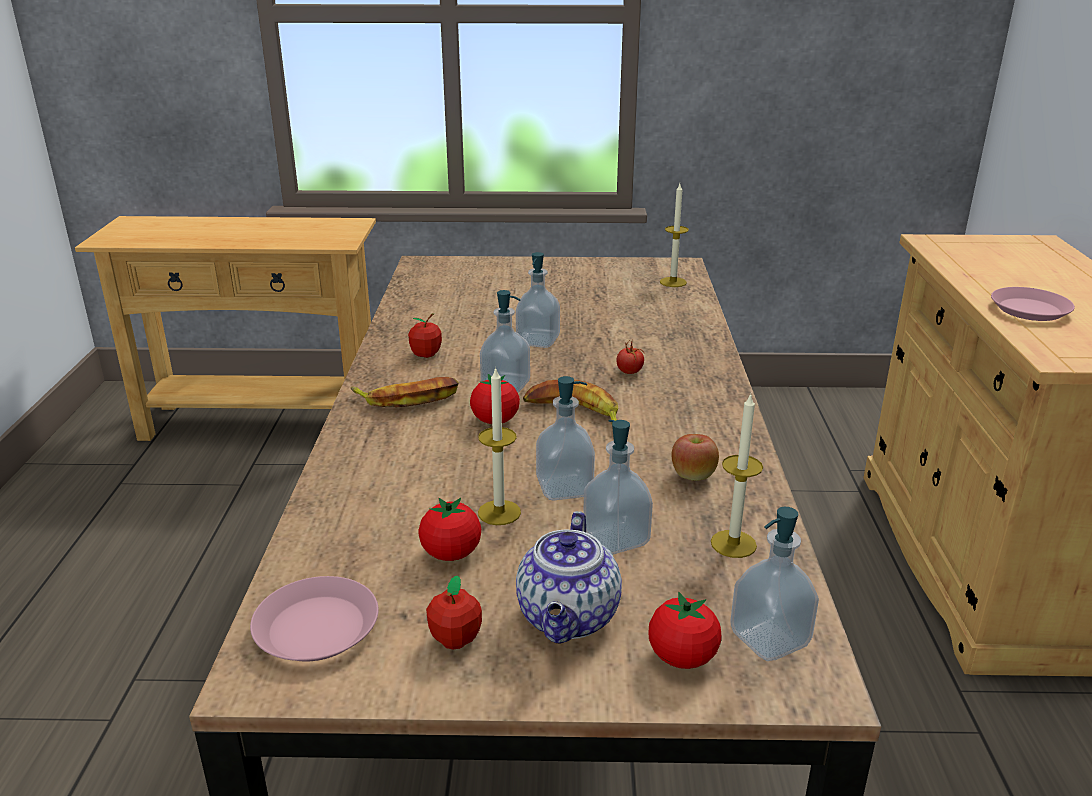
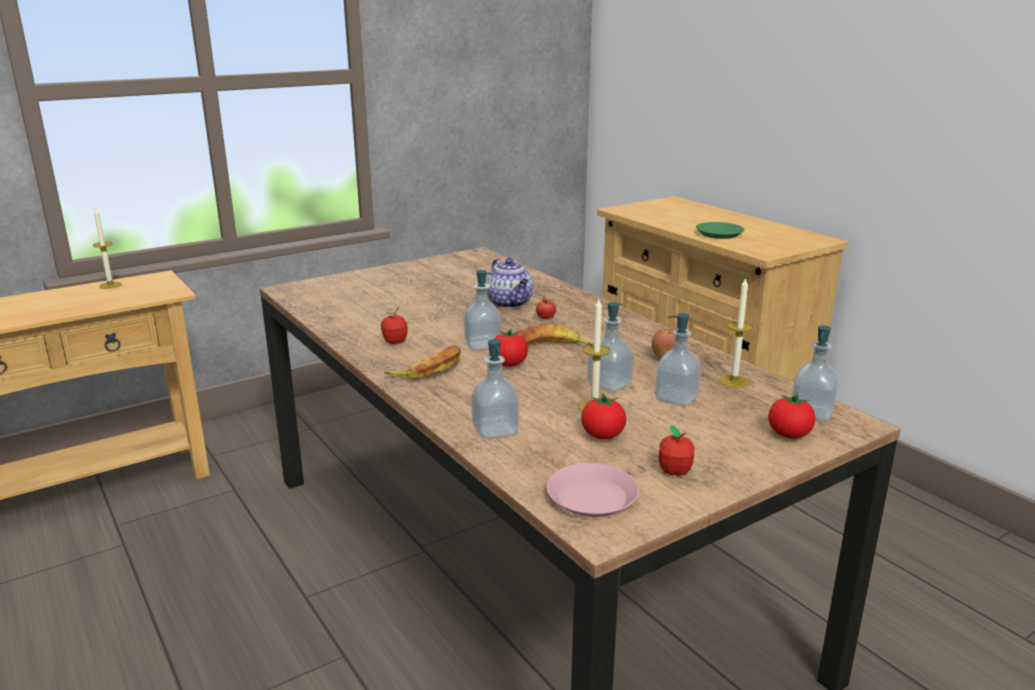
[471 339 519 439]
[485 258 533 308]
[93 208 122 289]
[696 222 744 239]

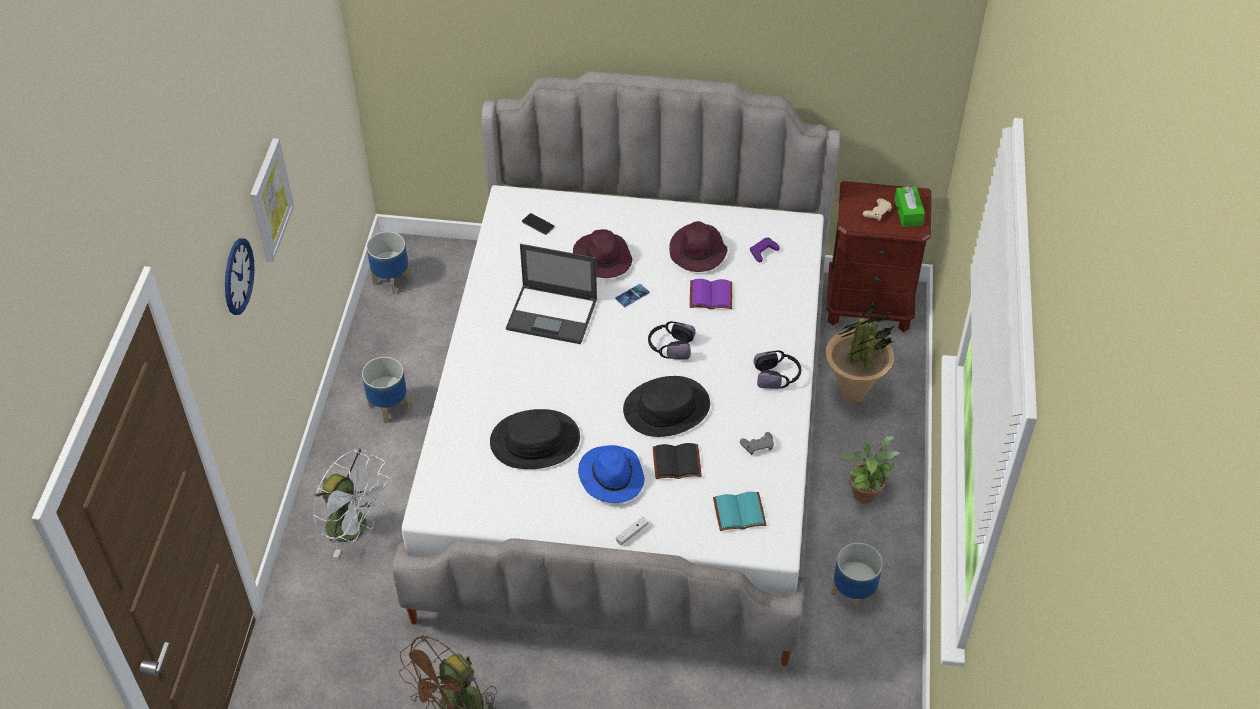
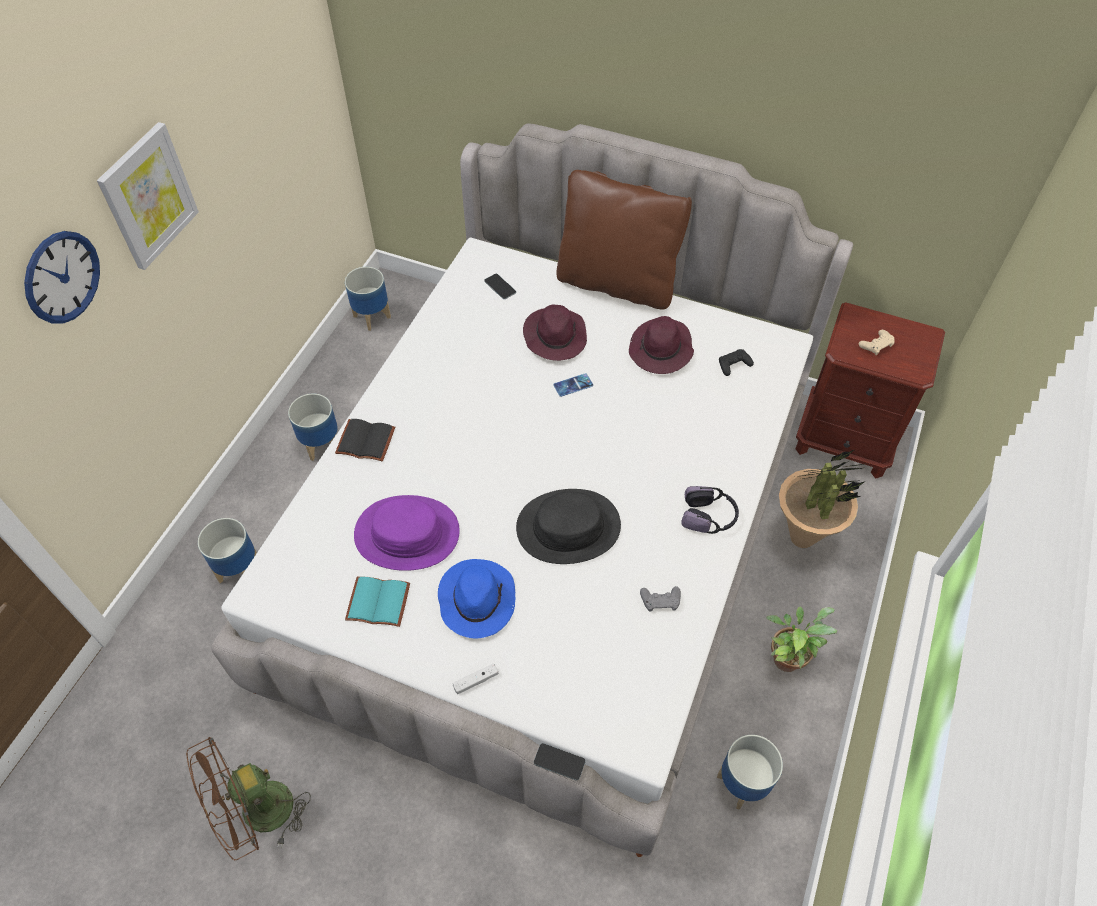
[506 244 597 344] (first image)
[648 321 695 360] (first image)
[690 279 732 309] (first image)
[894 186 925 227] (first image)
[534 743 585 780]
[556 170 692 309]
[335 419 395 462]
[345 576 410 627]
[198 518 257 583]
[354 495 460 571]
[719 349 754 376]

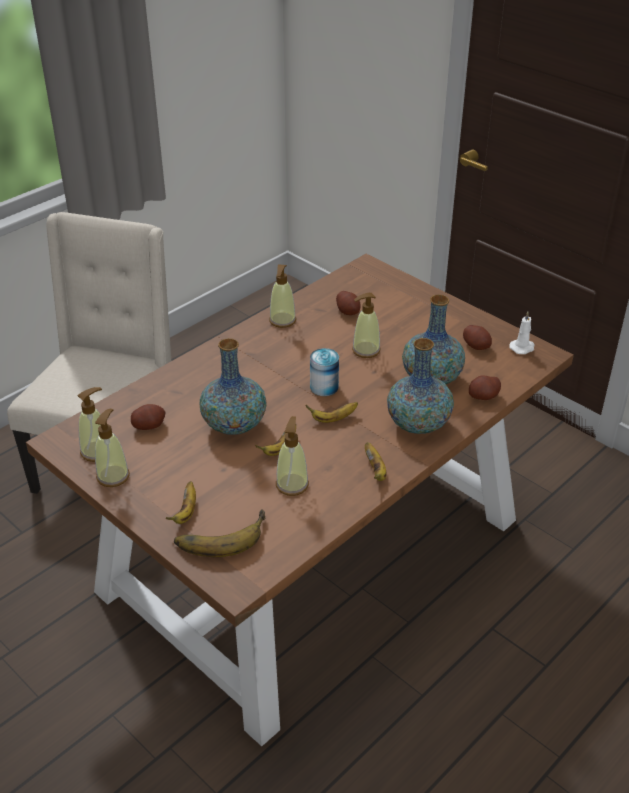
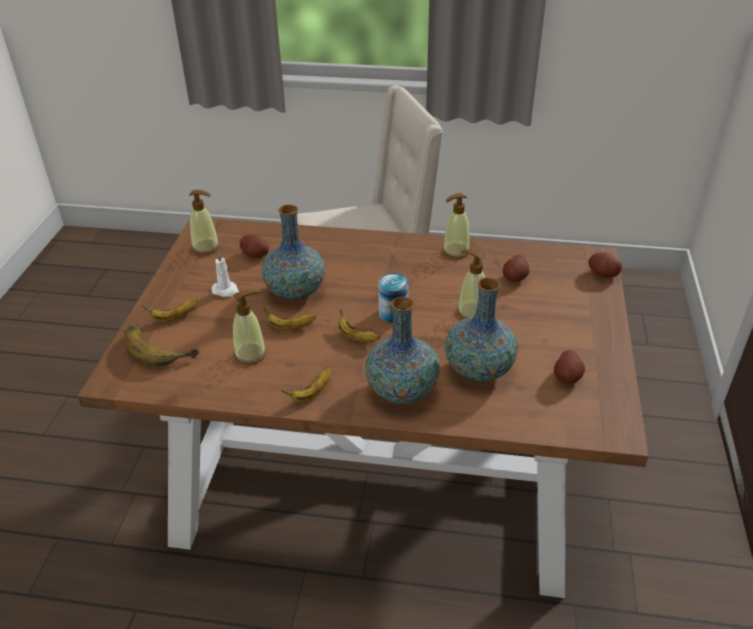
[95 409 130 487] (first image)
[588 252 622 278]
[212 252 239 297]

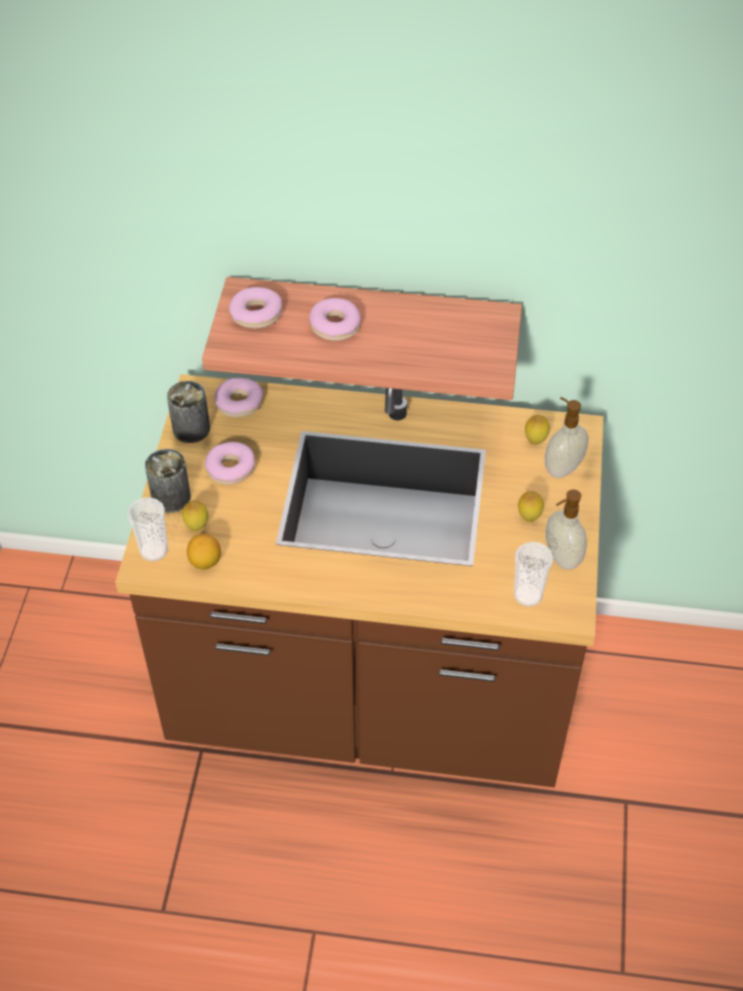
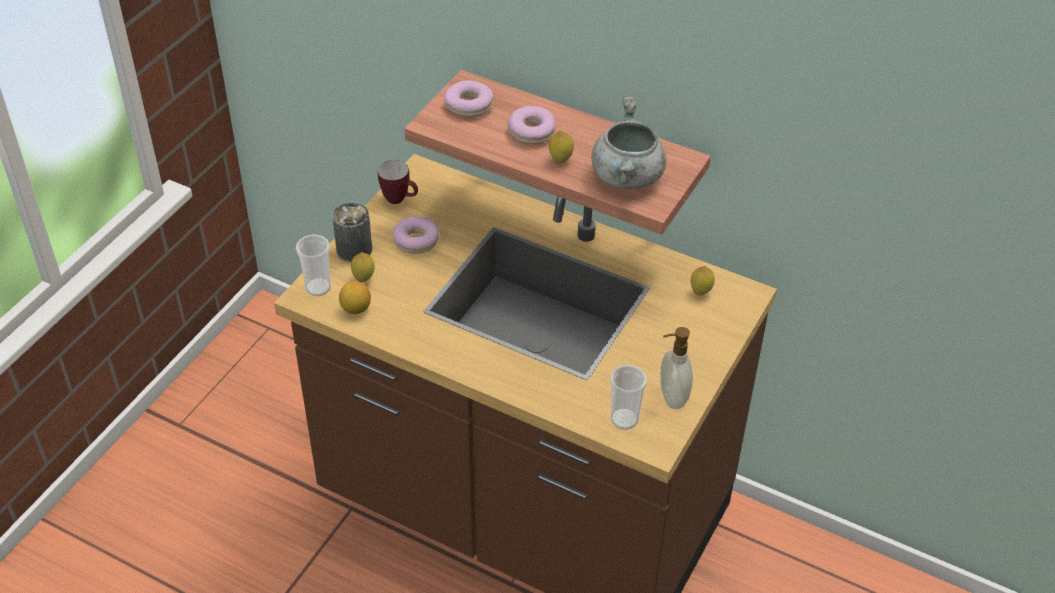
[214 378 263 418] (first image)
[545 397 589 478] (first image)
[591 96 667 189]
[549 131 574 163]
[378 160 418 204]

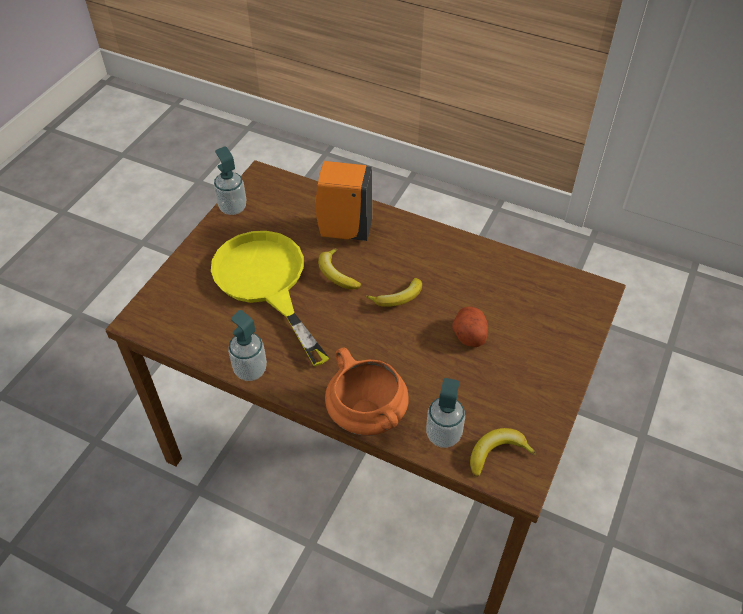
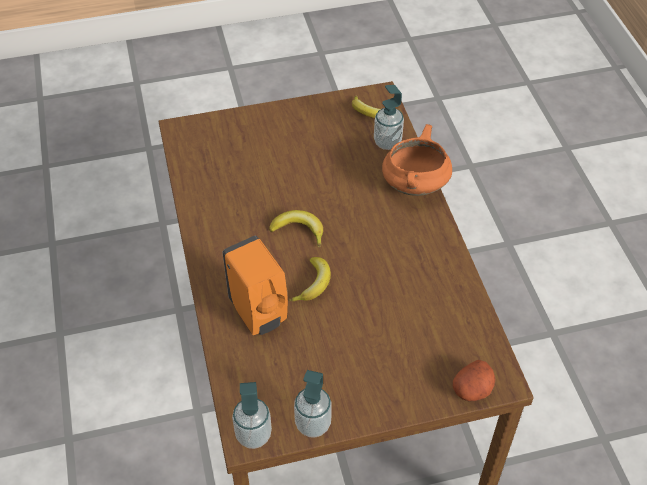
[211 231 329 366] (first image)
[232 382 272 449]
[453 360 495 401]

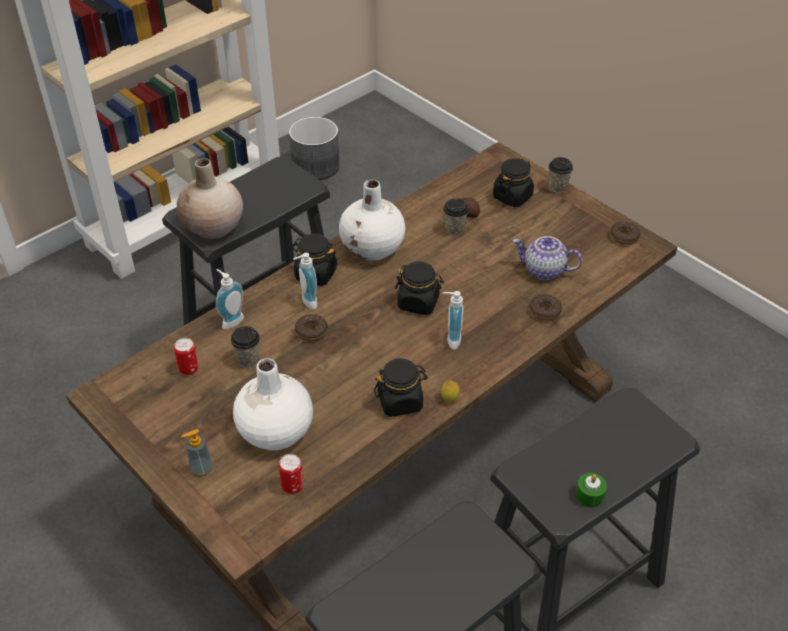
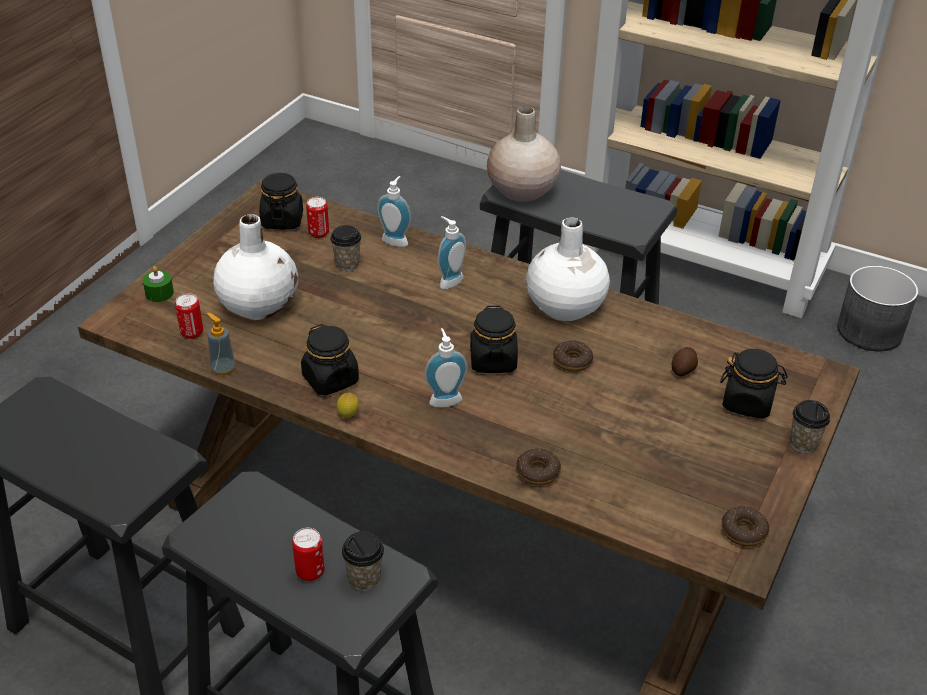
[513 236 582 280] (first image)
[292 528 324 581]
[207 312 235 375]
[259 173 303 229]
[553 341 593 372]
[342 531 384 591]
[142 266 174 302]

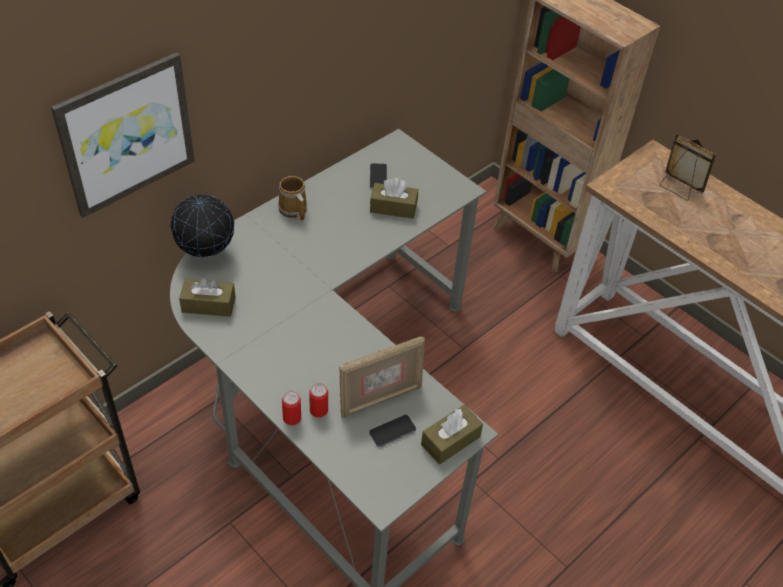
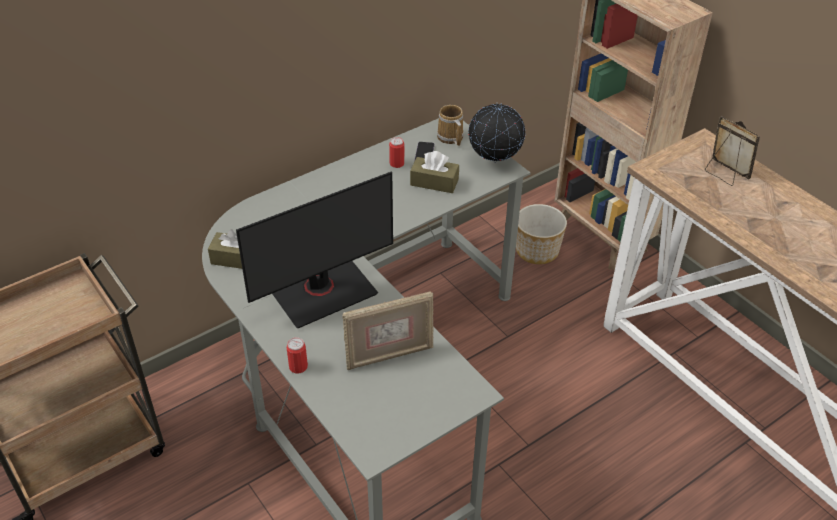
[51 52 195 218] (first image)
[369 415 416 447] (first image)
[421 405 483 464] (first image)
[236 172 393 328]
[516 204 567 264]
[468 102 525 163]
[437 105 464 146]
[389 137 404 168]

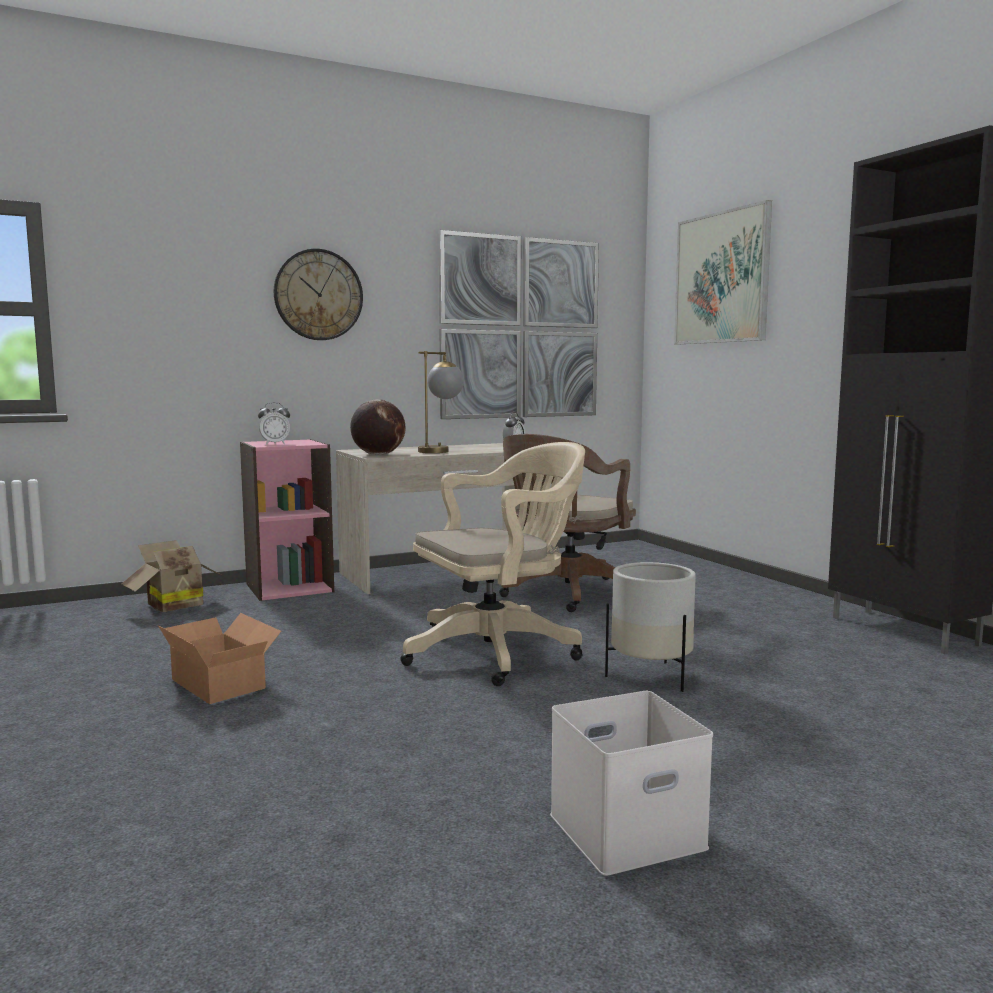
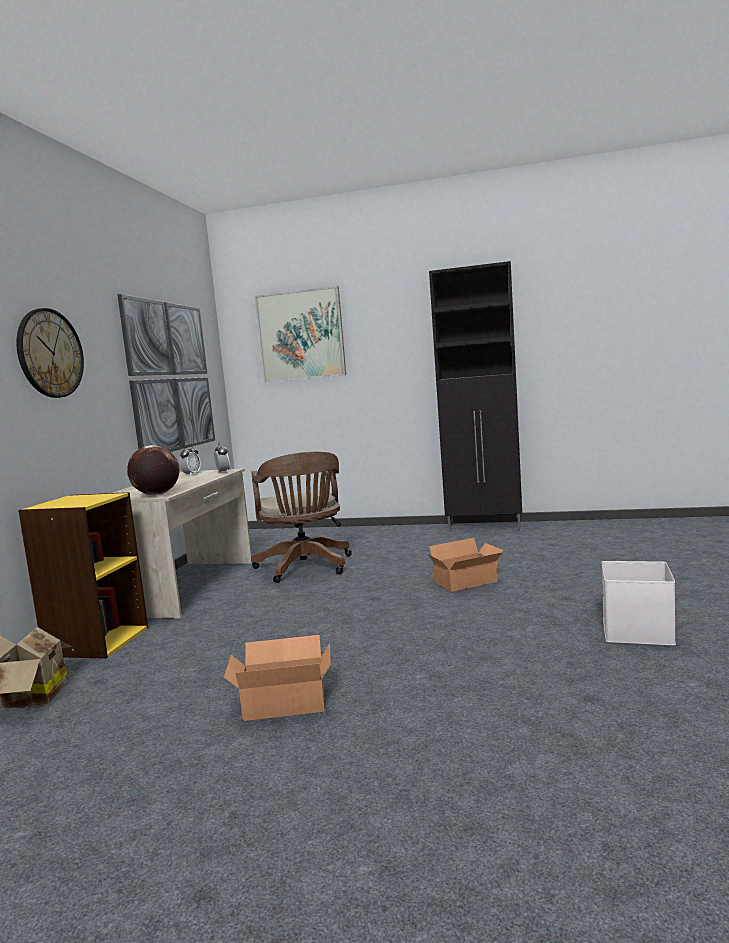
[400 442 585 686] (first image)
[418 351 464 453] (first image)
[179 445 201 476]
[427 538 503 592]
[18 492 148 659]

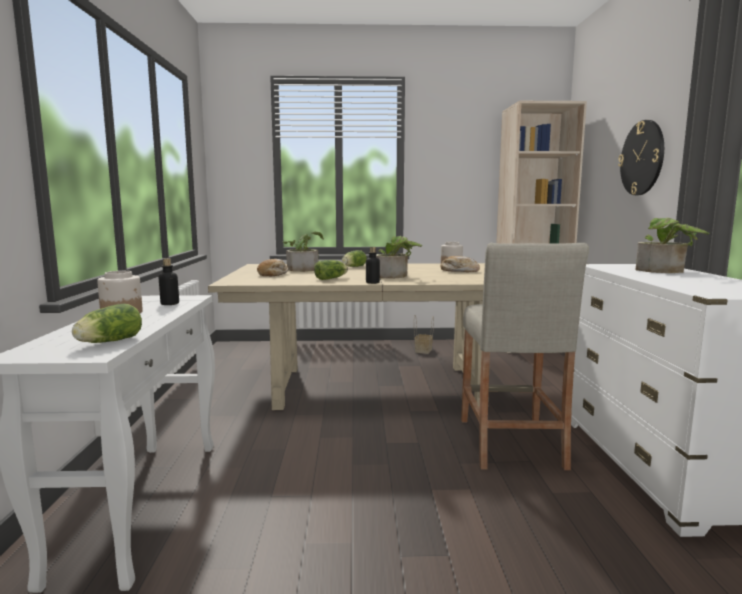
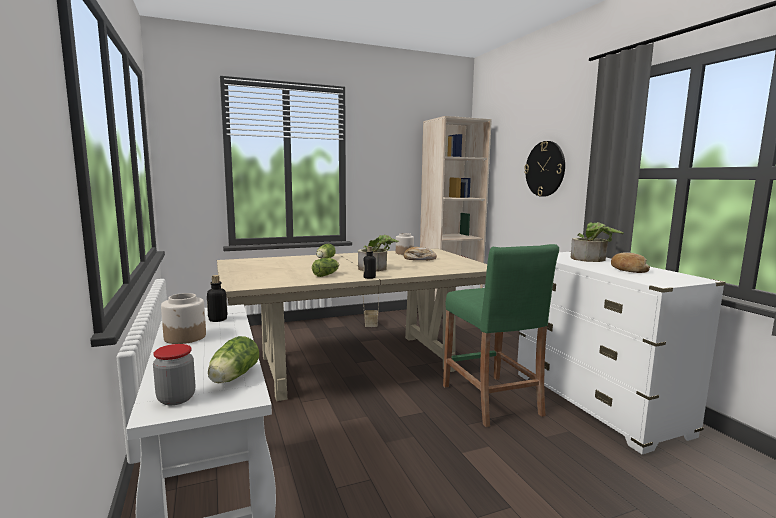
[283 232 324 272] (first image)
[153 344 195 405]
[611 252 650 273]
[443 244 559 427]

